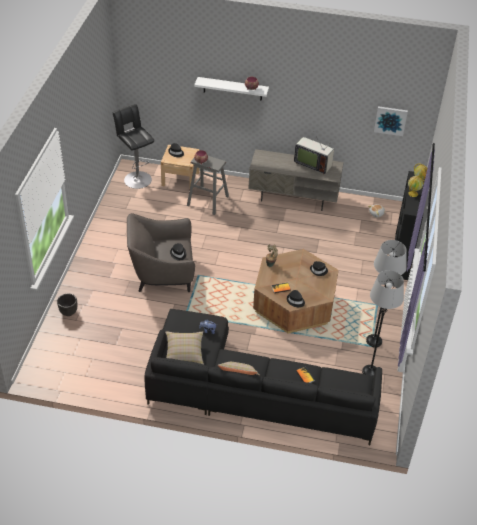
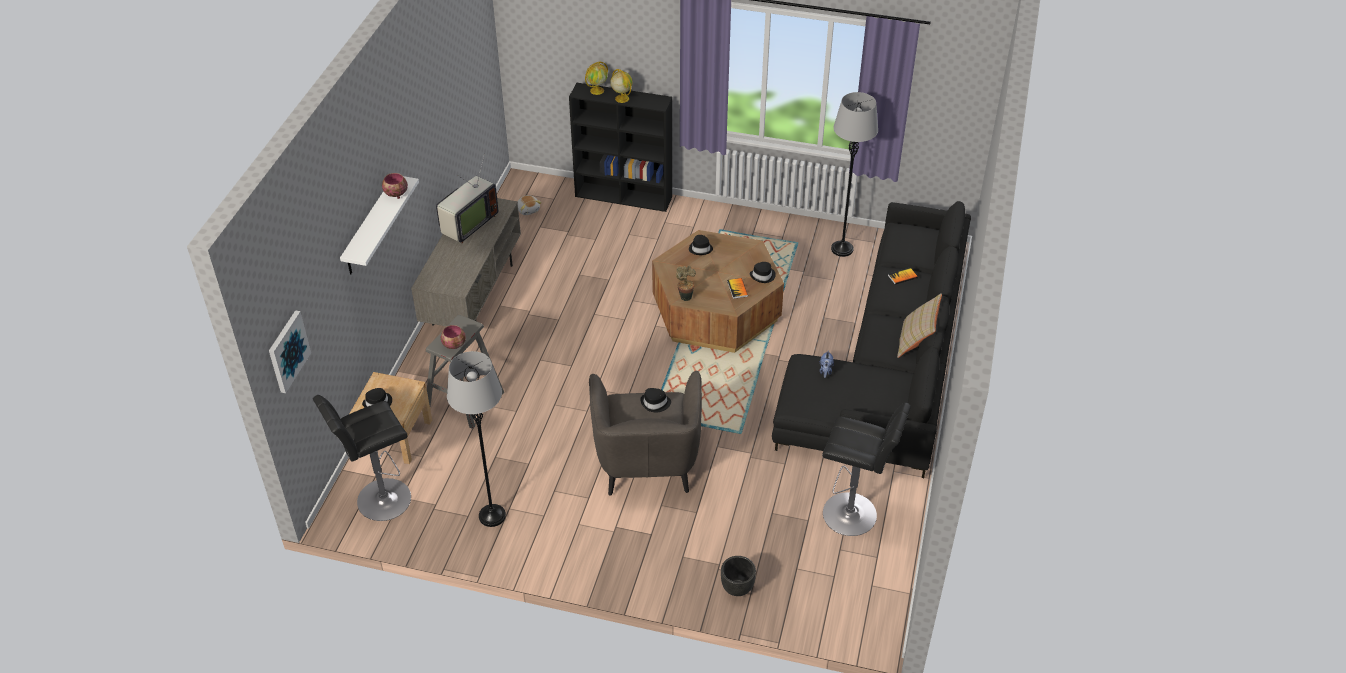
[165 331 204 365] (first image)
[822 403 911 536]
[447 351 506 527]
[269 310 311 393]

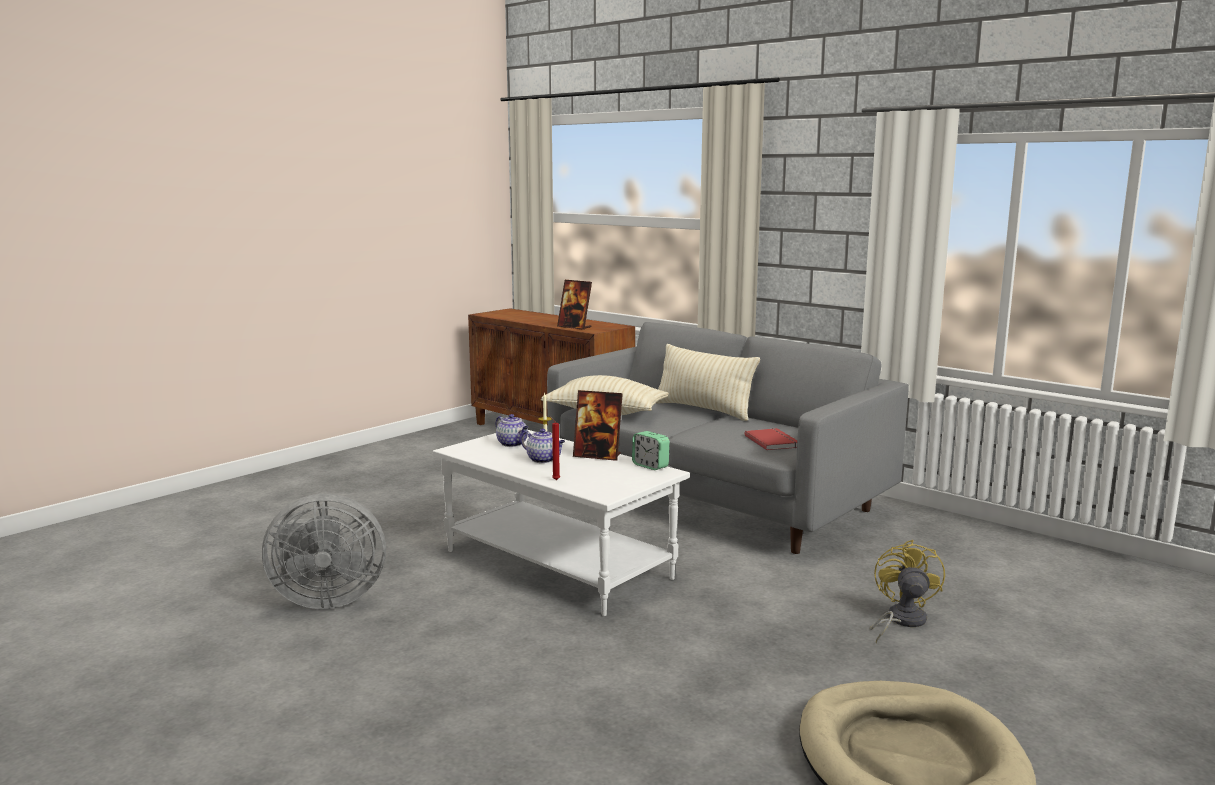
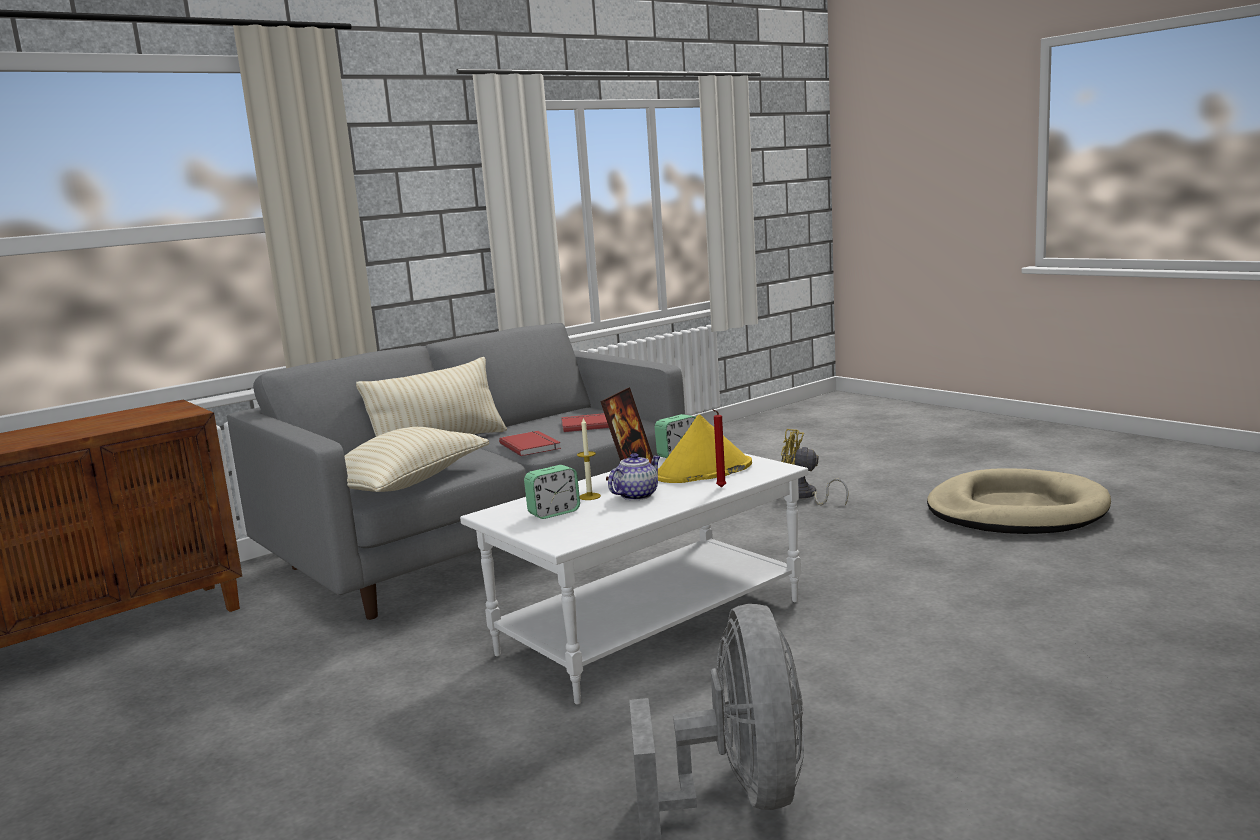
[557 280 592 330] (first image)
[499 431 561 456]
[658 415 752 483]
[524 465 580 519]

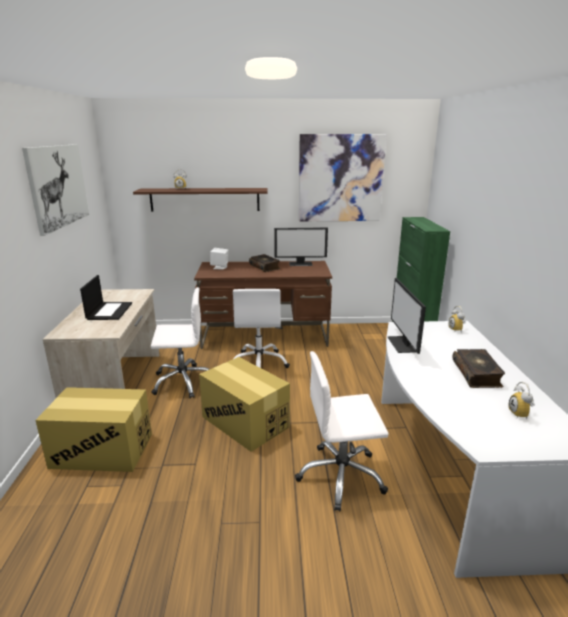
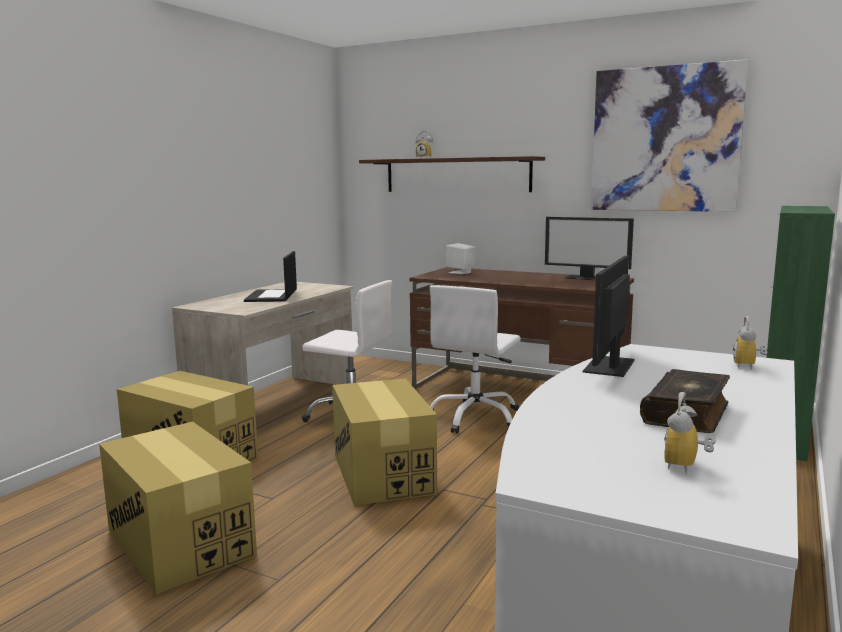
[22 144 89 236] (first image)
[249 254 280 272] (first image)
[295 351 388 512] (first image)
[99 421 257 594]
[244 251 297 302]

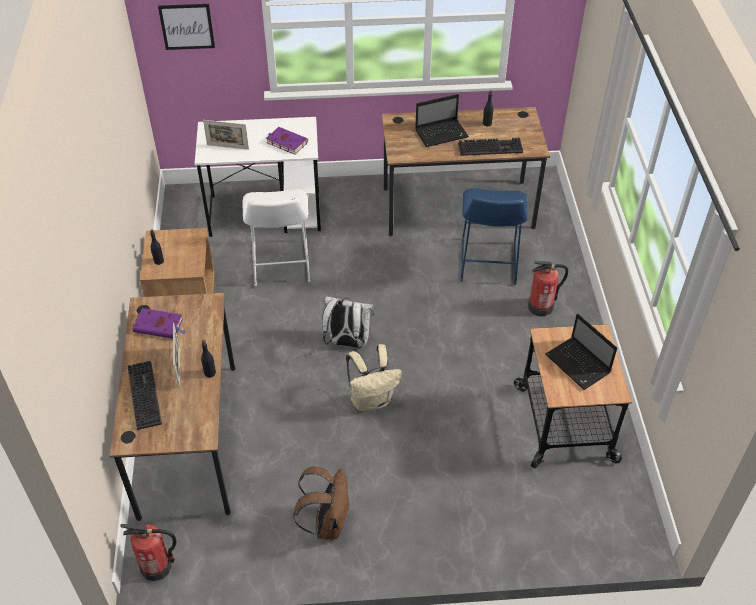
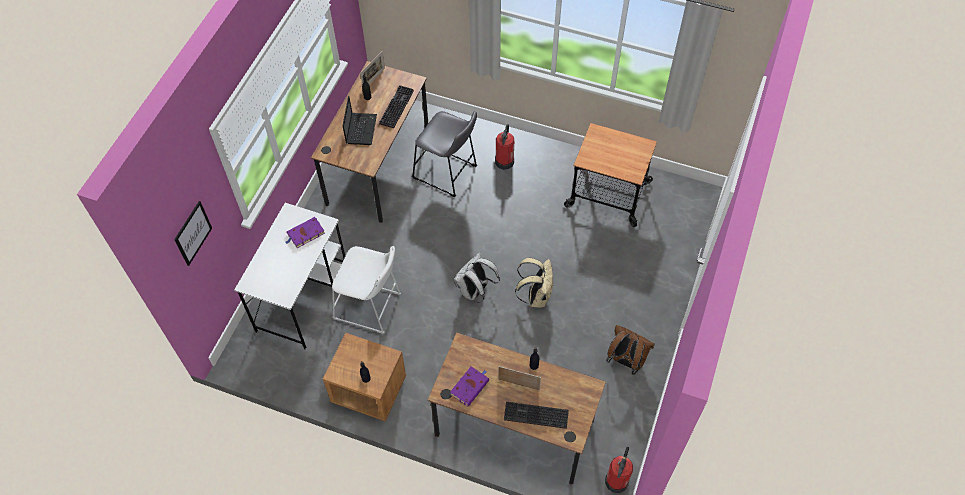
[545 314 617 390] (first image)
[360 51 385 85]
[412 111 477 197]

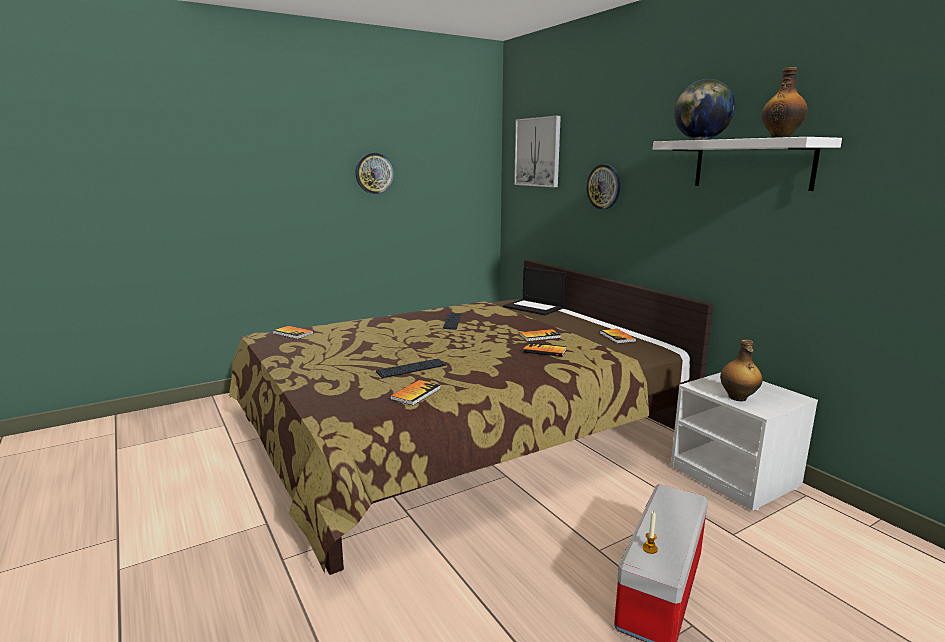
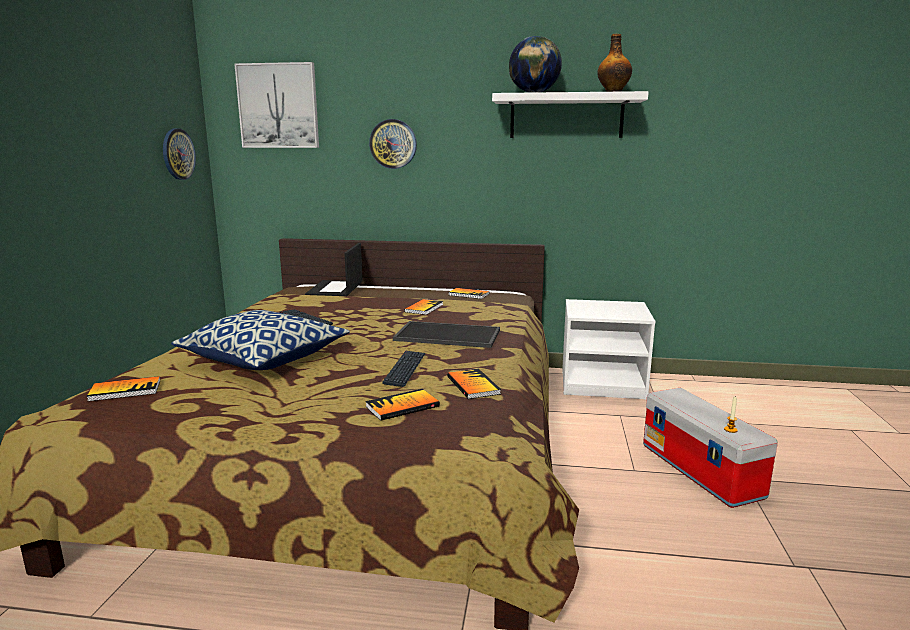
[720 340 762 401] (first image)
[171 310 350 370]
[393 321 500 348]
[163 128 196 180]
[365 389 440 421]
[305 243 363 296]

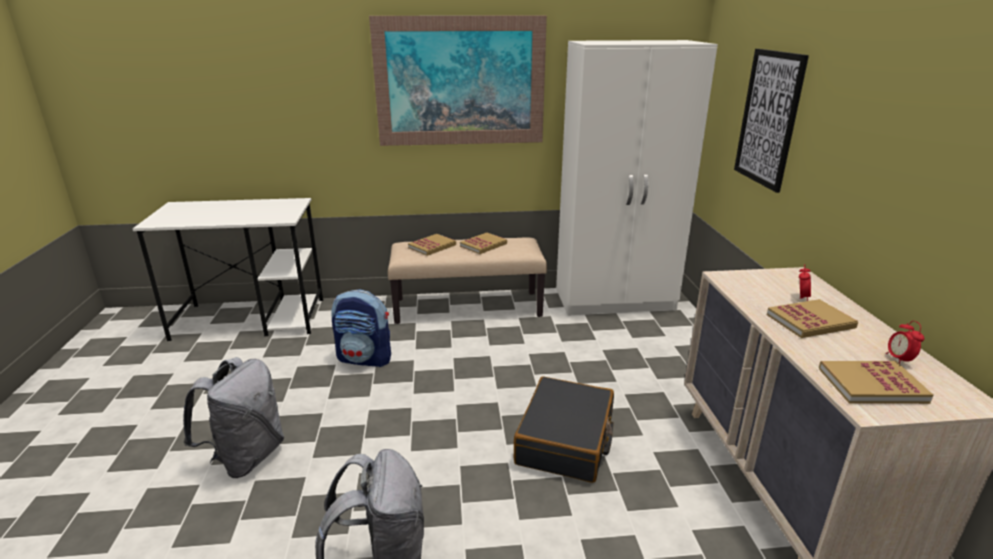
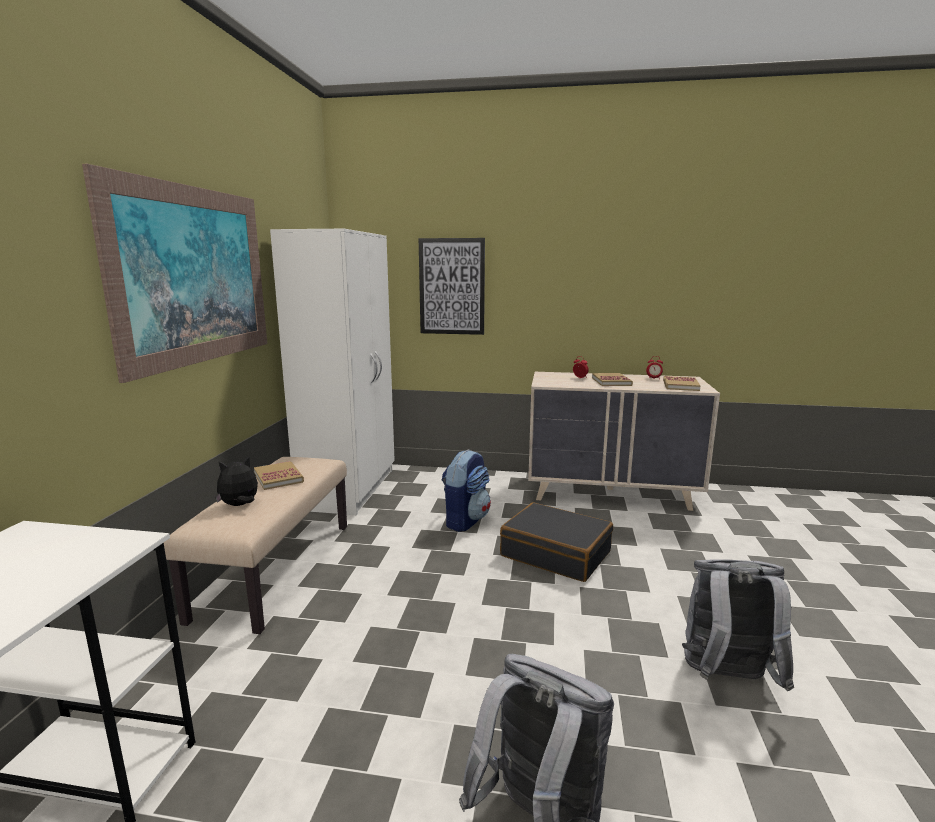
[442 449 491 532]
[215 457 258 506]

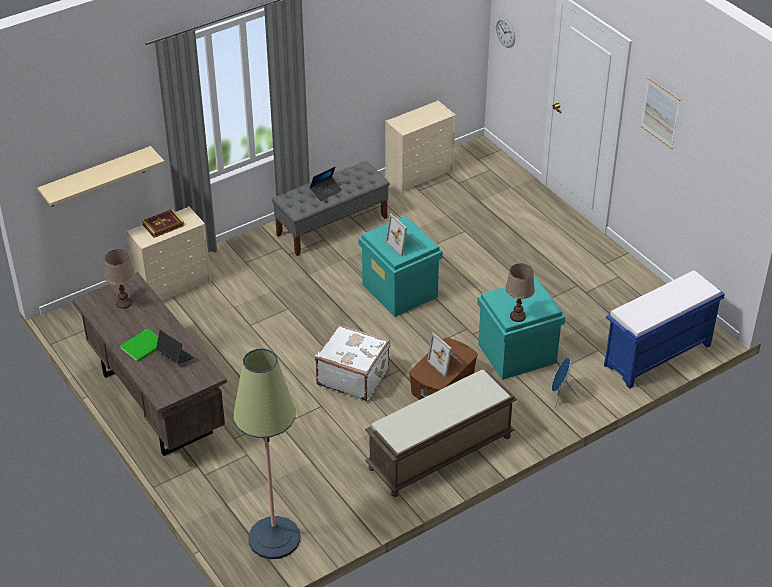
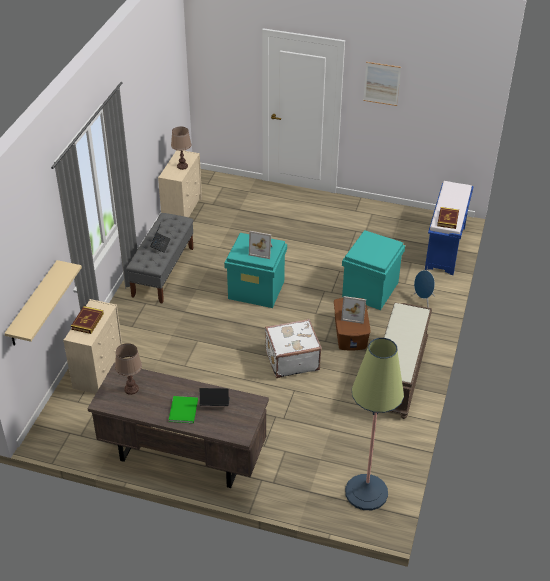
[496 17 515 48] (first image)
[437 207 459 229]
[171 126 191 170]

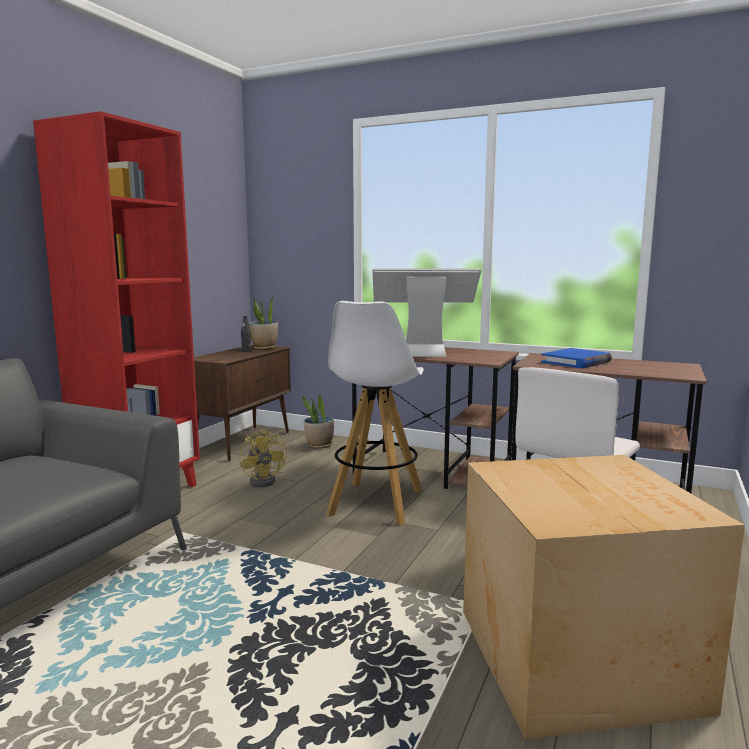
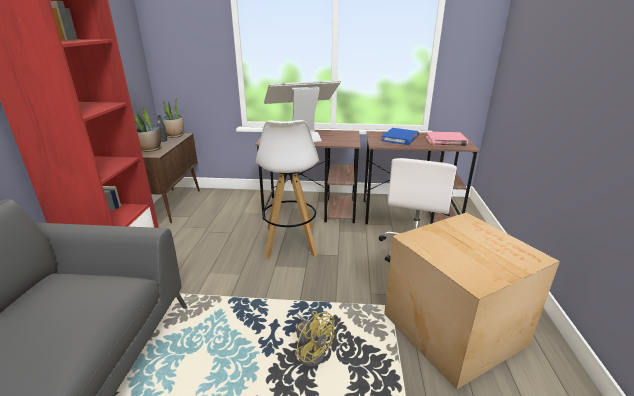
[426 132 468 146]
[295 311 335 367]
[134 107 162 152]

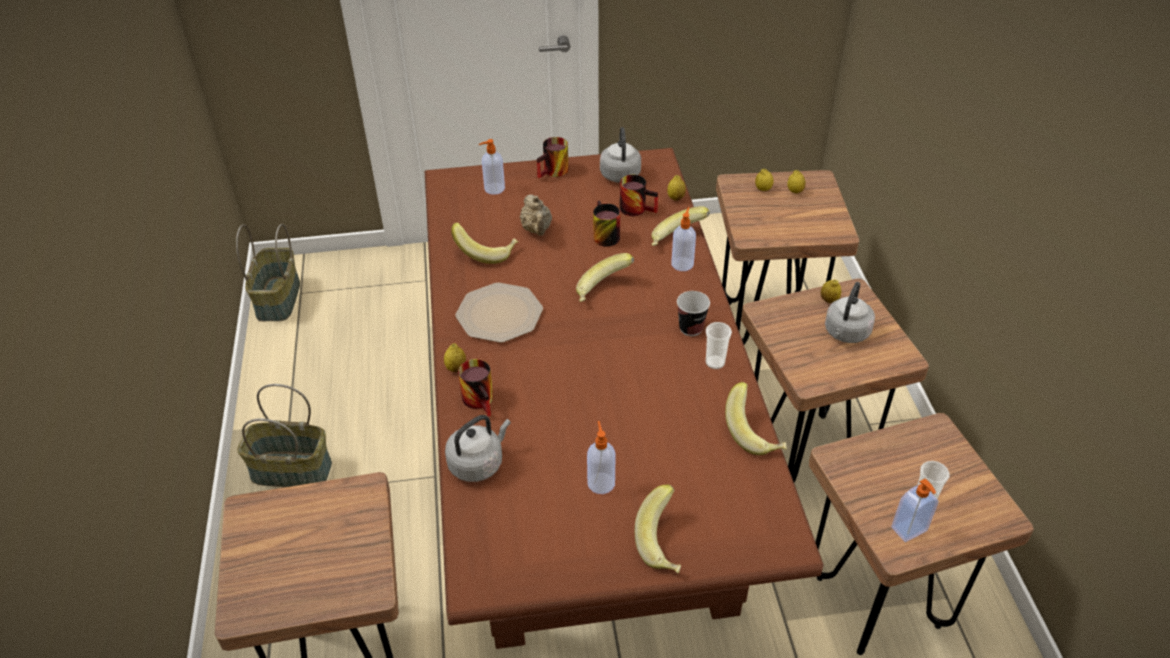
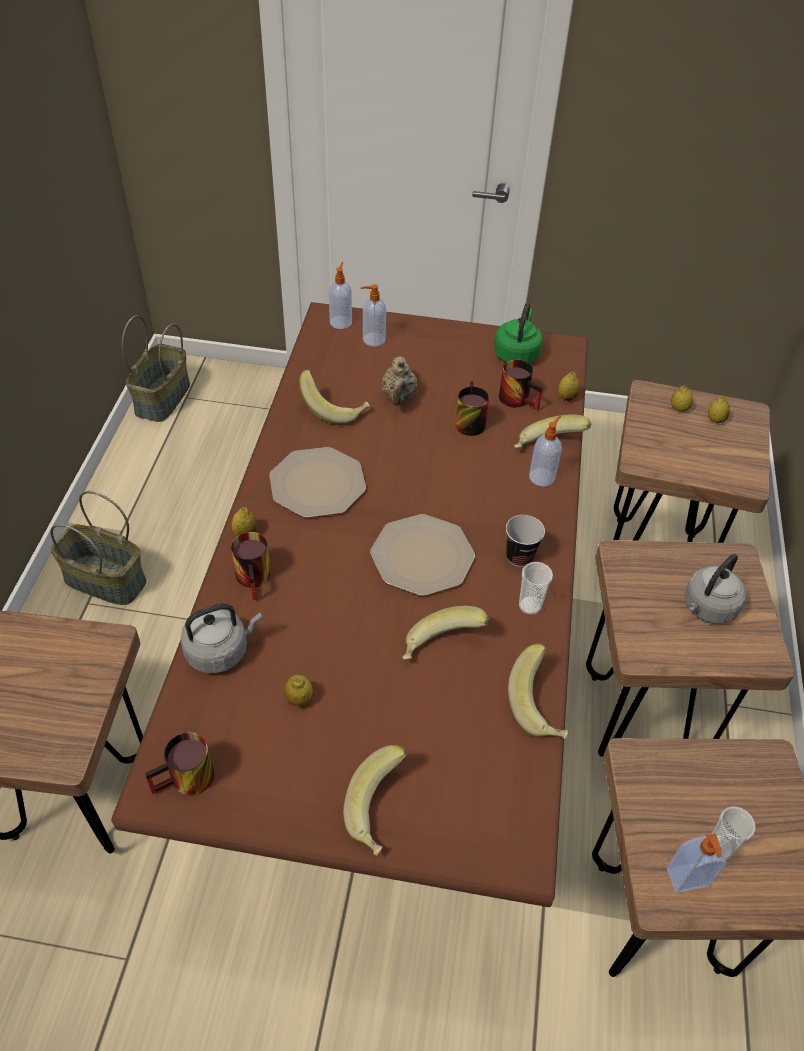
[370 514 475 596]
[145 732 214 795]
[402 606 489 660]
[329 262 352 329]
[284 675 313 707]
[494 303 543 364]

